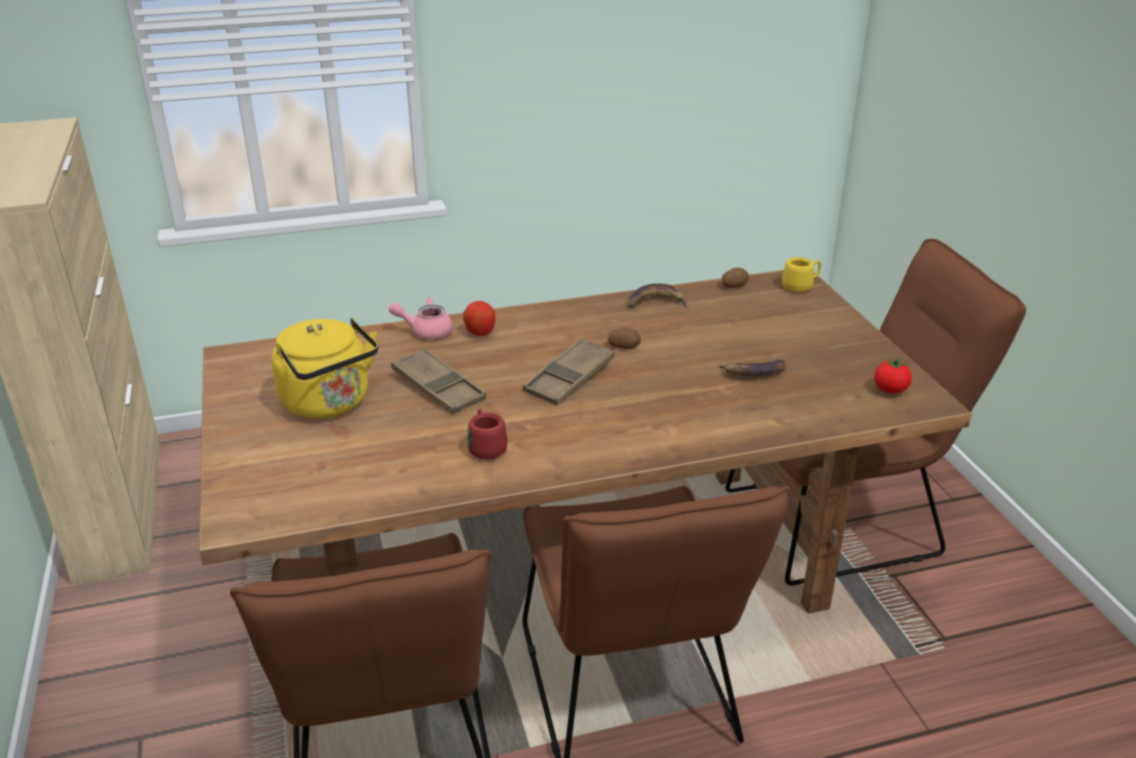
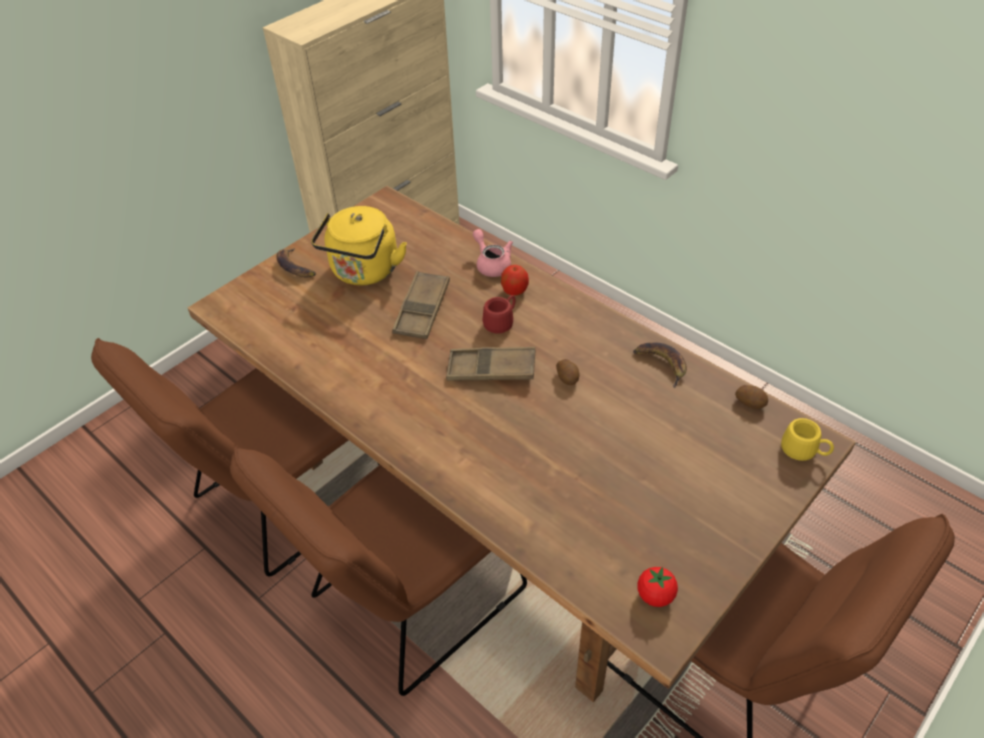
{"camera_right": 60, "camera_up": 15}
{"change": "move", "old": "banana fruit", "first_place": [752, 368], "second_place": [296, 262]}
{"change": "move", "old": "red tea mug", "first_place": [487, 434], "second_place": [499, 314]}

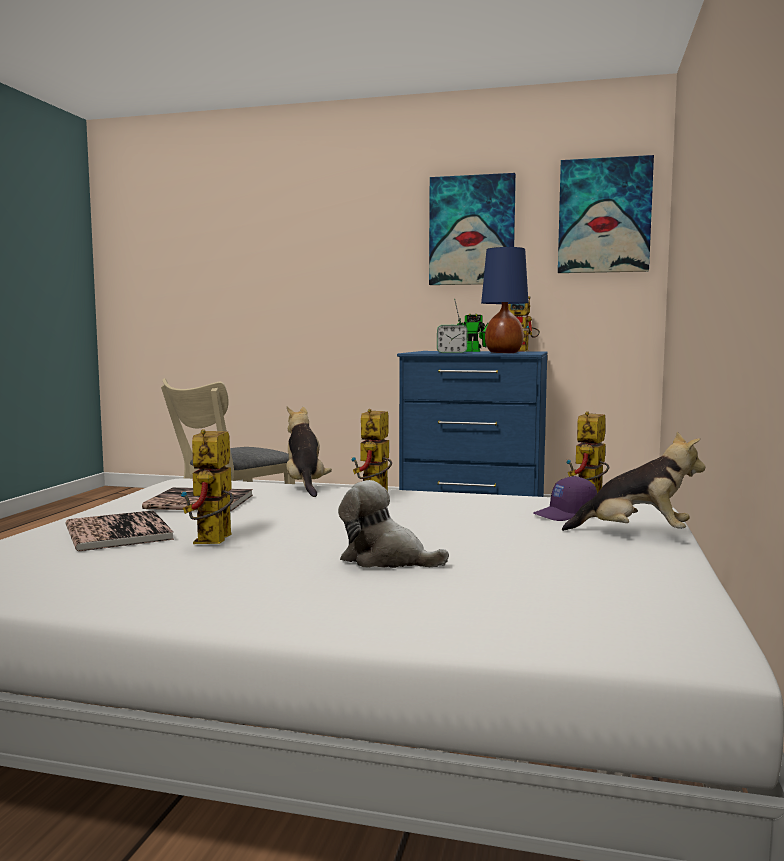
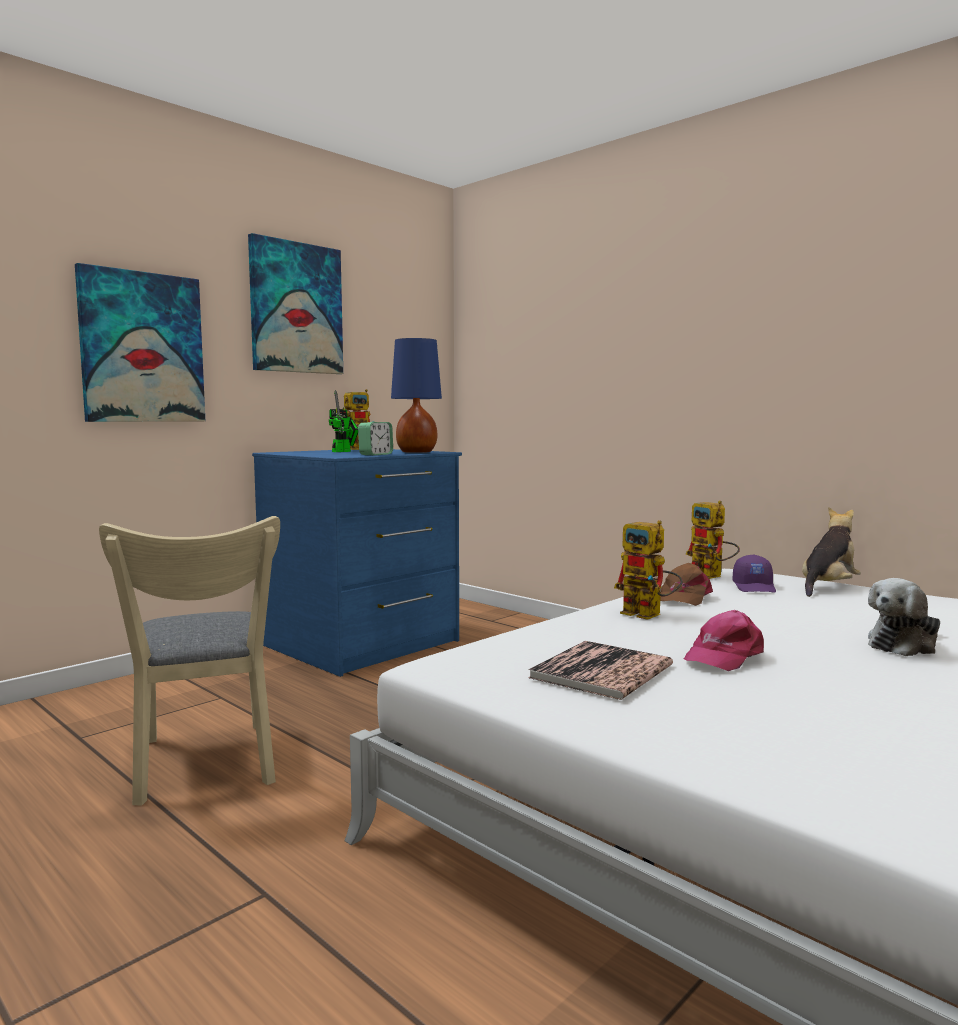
{"camera_right": -60, "camera_up": 0}
{"change": "move", "old": "wall picture", "first_place": [606, 214], "second_place": [140, 342]}
{"change": "insert", "new": "brown baseball cap", "second_place": [686, 584]}
{"change": "insert", "new": "pinkish baseball cap", "second_place": [724, 640]}
{"change": "delete", "old": "volume", "first_place": [120, 530]}
{"change": "delete", "old": "model robot", "first_place": [207, 486]}
{"change": "delete", "old": "soft toy", "first_place": [309, 452]}

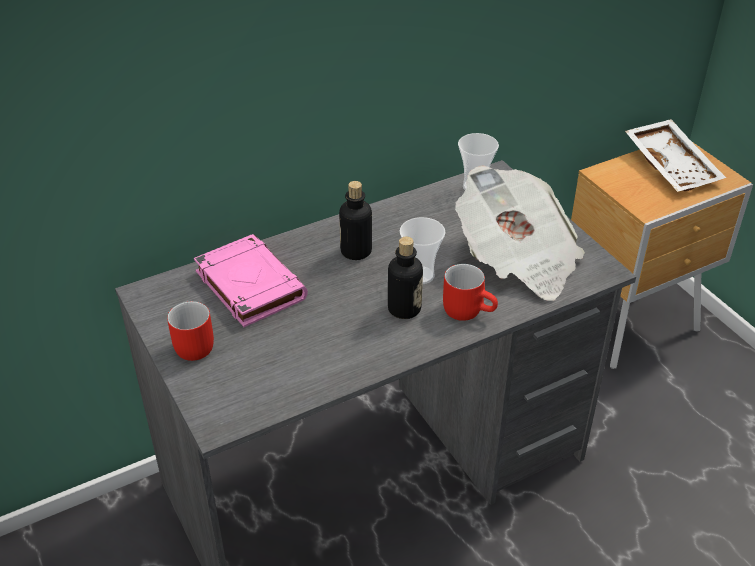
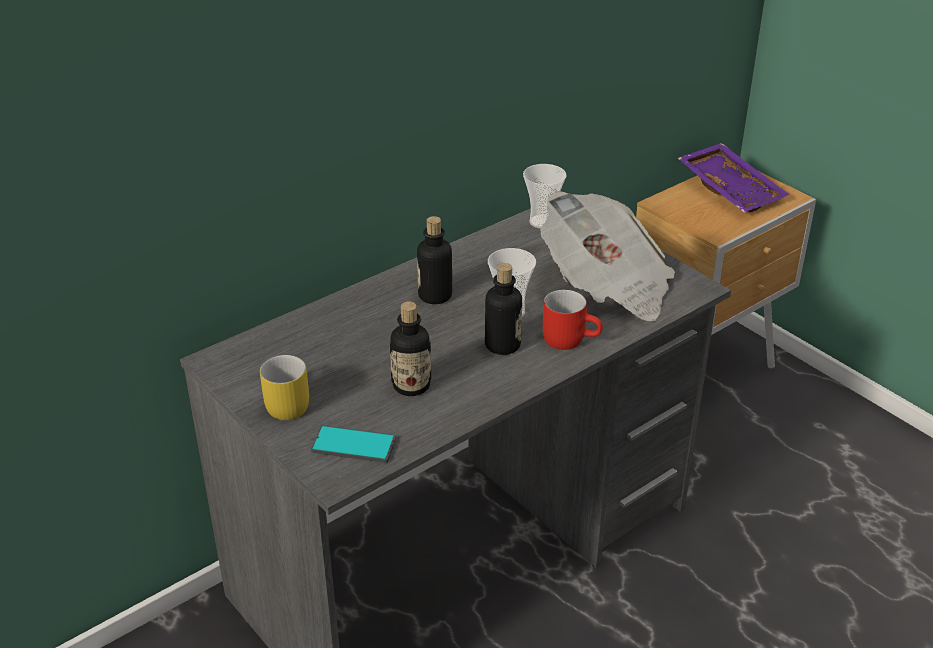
{"camera_right": -10, "camera_up": -5}
{"change": "recolor", "old": "red tea mug", "new": "yellowish tea mug", "first_place": [190, 331], "second_place": [284, 387]}
{"change": "insert", "new": "telephone", "second_place": [353, 444]}
{"change": "insert", "new": "beverage bottle", "second_place": [410, 348]}
{"change": "recolor", "old": "whitish tray", "new": "purple-coloured tray", "first_place": [675, 155], "second_place": [734, 178]}
{"change": "delete", "old": "pinkish volume", "first_place": [251, 280]}

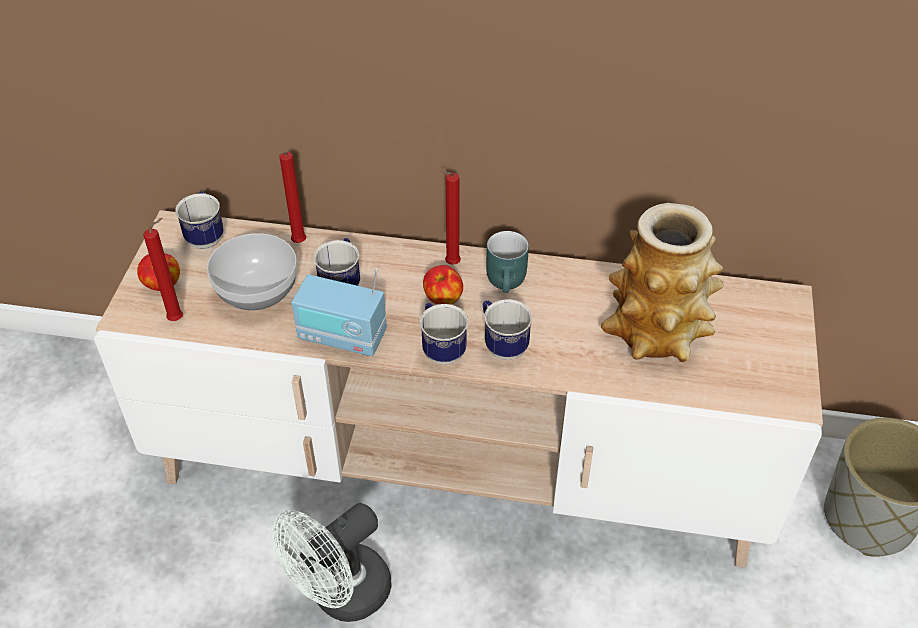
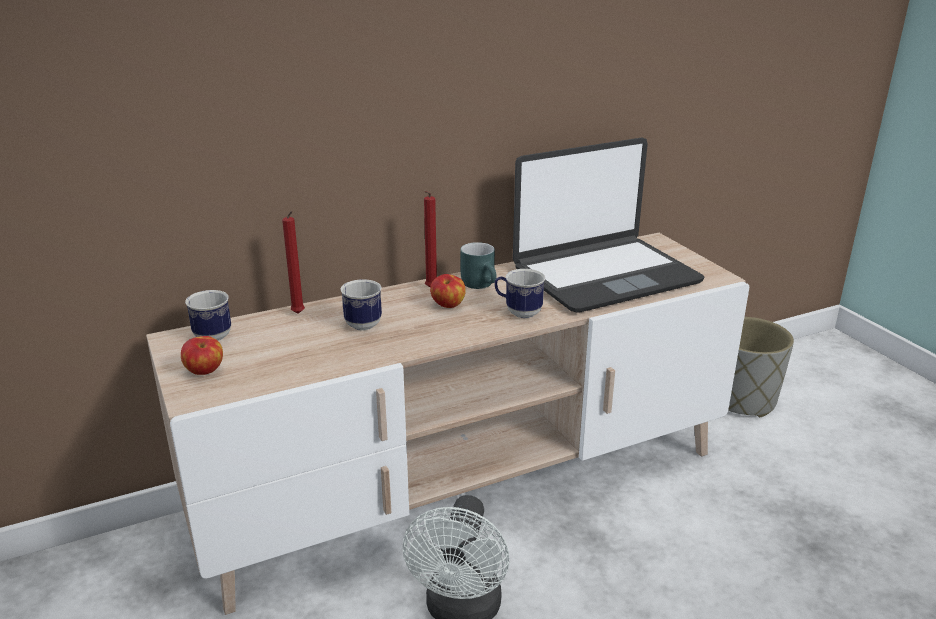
{"camera_right": -35, "camera_up": -20}
{"change": "replace", "old": "flower vase", "new": "laptop", "first_place": [662, 282], "second_place": [609, 225]}
{"change": "delete", "old": "red wax candle", "first_place": [163, 269]}
{"change": "delete", "old": "bowl", "first_place": [252, 271]}
{"change": "delete", "old": "radio receiver", "first_place": [339, 312]}
{"change": "delete", "old": "tea mug", "first_place": [444, 334]}

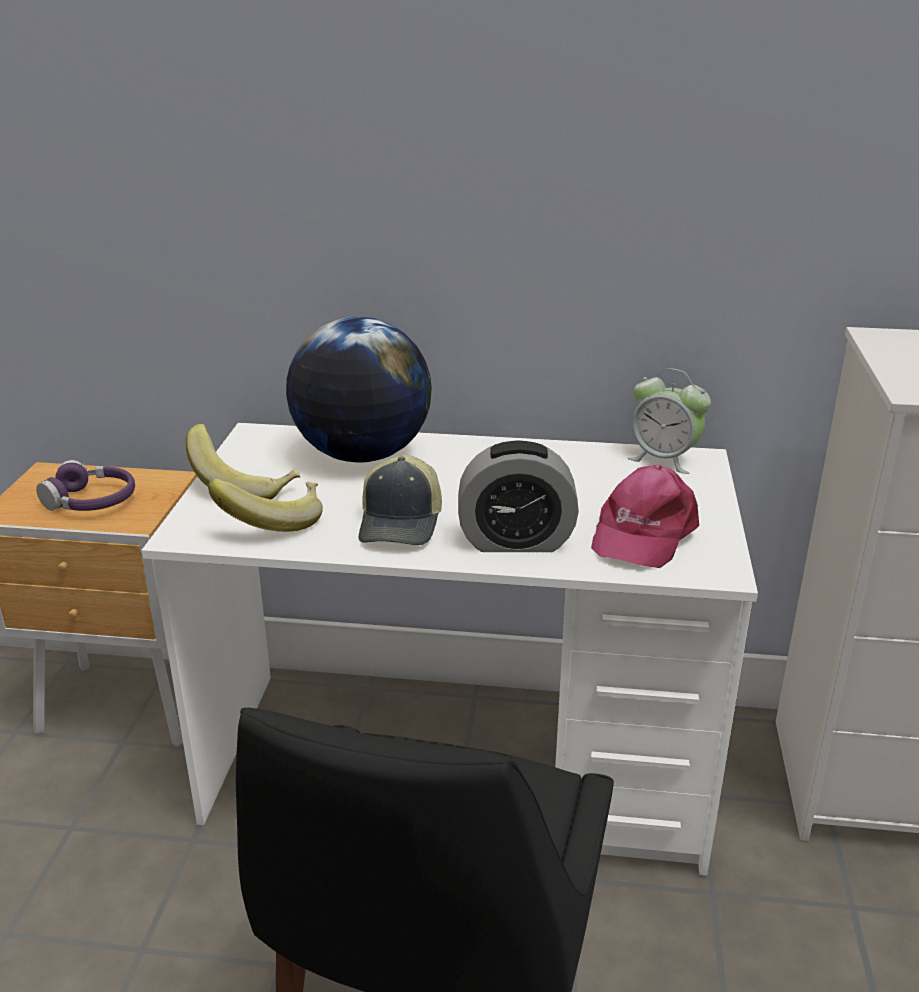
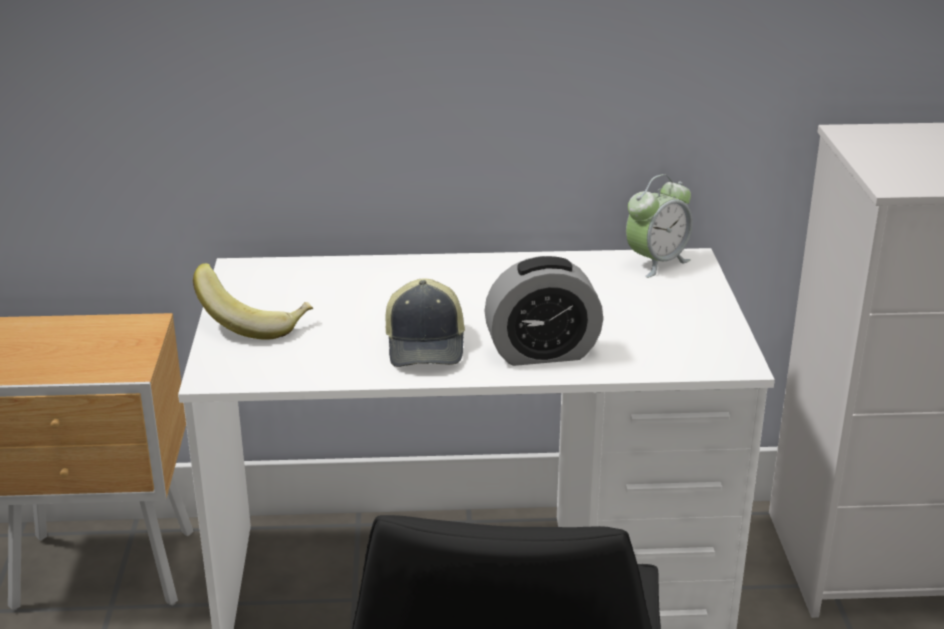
{"camera_right": -10, "camera_up": 0}
{"change": "rotate", "old": "table clock", "first_place": [669, 421], "second_place": [659, 226], "degrees": -60}
{"change": "delete", "old": "purple-coloured pair of headphones", "first_place": [85, 485]}
{"change": "delete", "old": "banana fruit", "first_place": [265, 505]}
{"change": "delete", "old": "globe", "first_place": [359, 390]}
{"change": "delete", "old": "pinkish baseball cap", "first_place": [645, 516]}

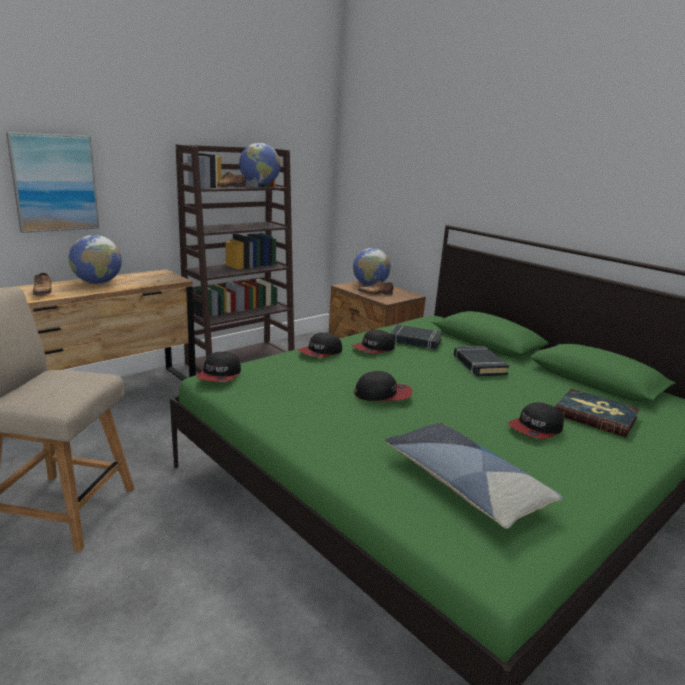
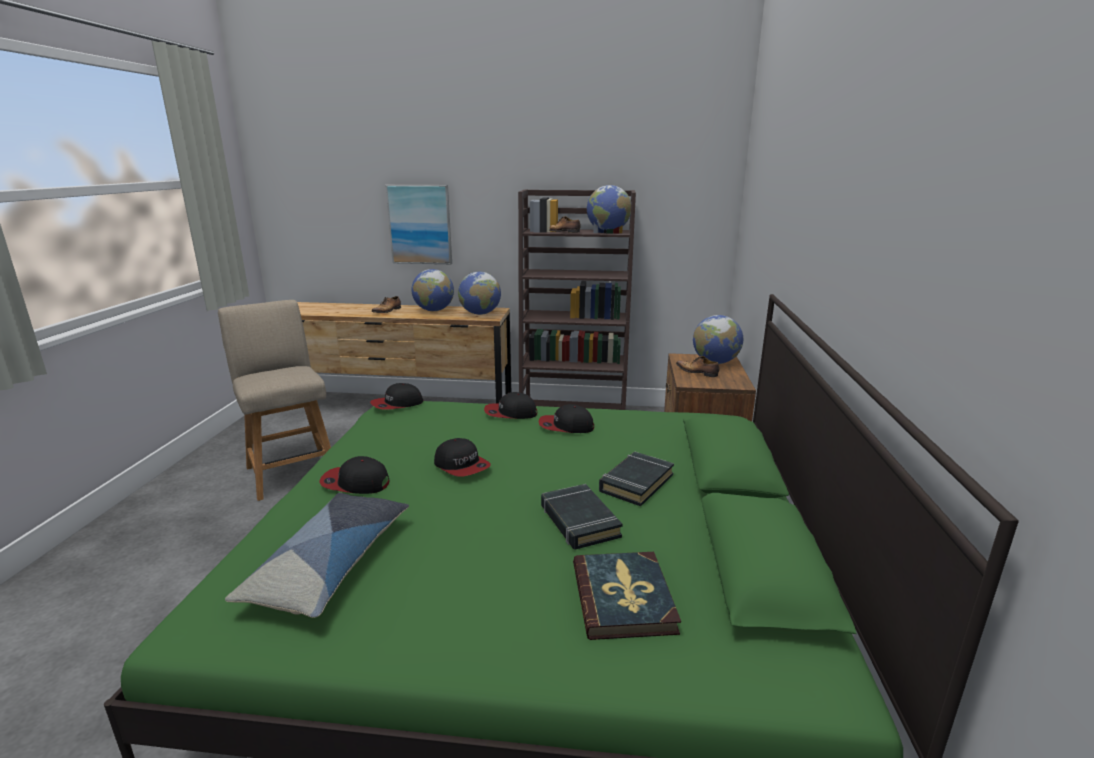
{"camera_right": 50, "camera_up": 0}
{"change": "move", "old": "baseball cap", "first_place": [536, 420], "second_place": [354, 475]}
{"change": "insert", "new": "globe", "second_place": [479, 293]}
{"change": "move", "old": "blackish volume", "first_place": [415, 337], "second_place": [582, 517]}

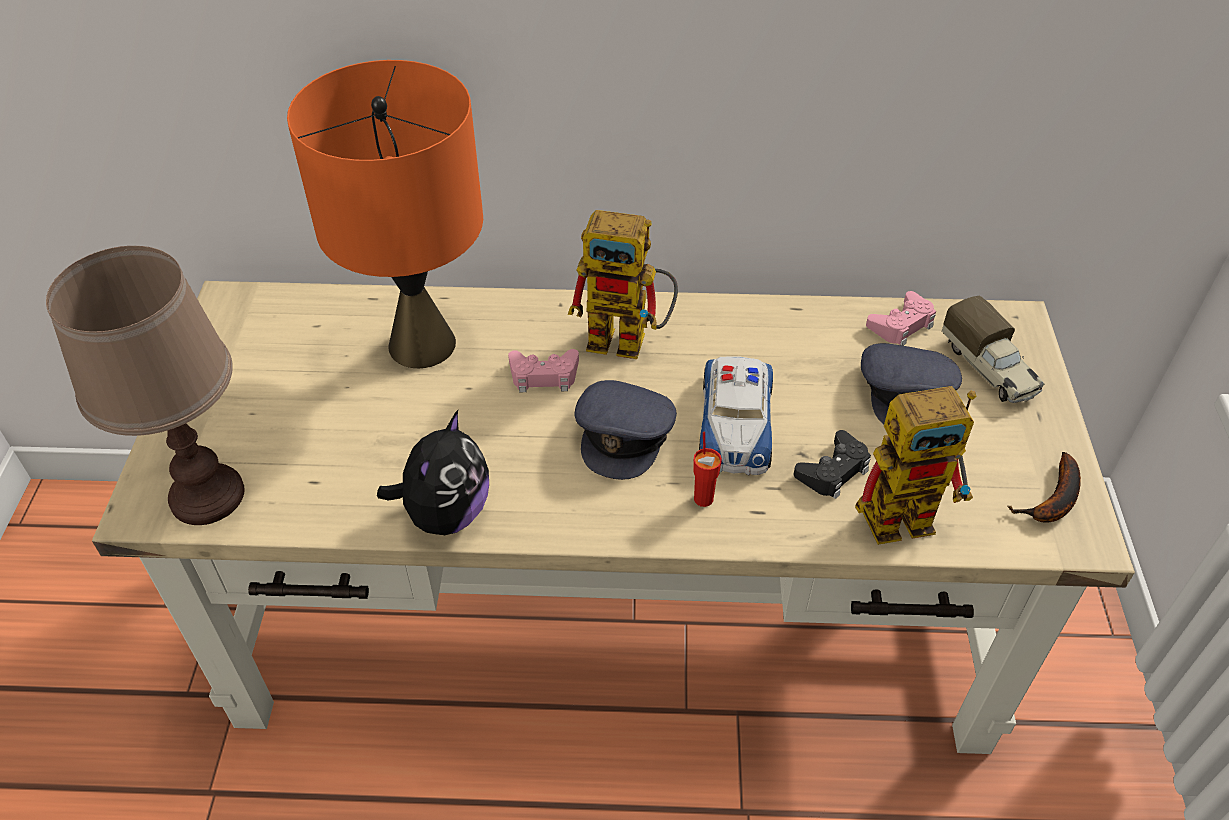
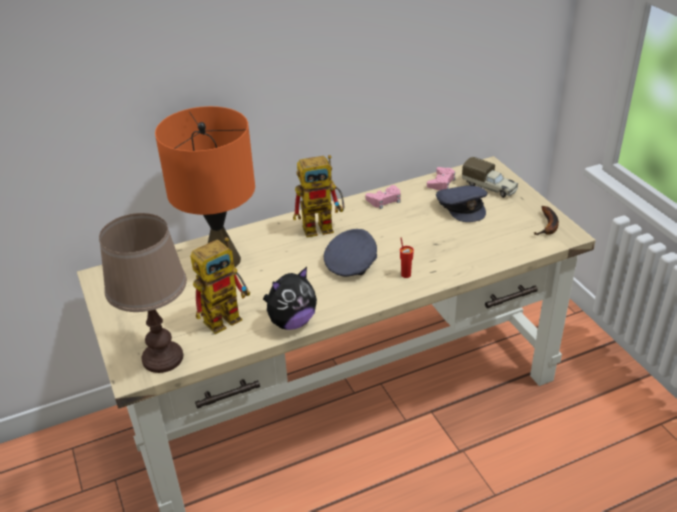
{"camera_right": -25, "camera_up": -10}
{"change": "move", "old": "model robot", "first_place": [916, 465], "second_place": [220, 285]}
{"change": "rotate", "old": "soft toy", "first_place": [433, 472], "second_place": [290, 298], "degrees": 60}
{"change": "rotate", "old": "grey baseball cap", "first_place": [625, 430], "second_place": [350, 253], "degrees": -135}
{"change": "move", "old": "pinkish game controller", "first_place": [543, 370], "second_place": [383, 197]}
{"change": "delete", "old": "toy car", "first_place": [736, 416]}
{"change": "delete", "old": "blackish game controller", "first_place": [832, 464]}

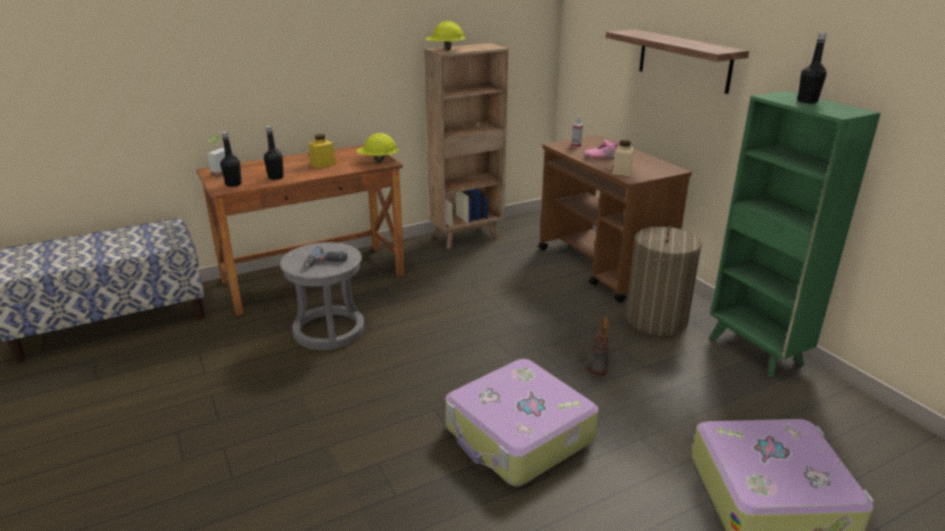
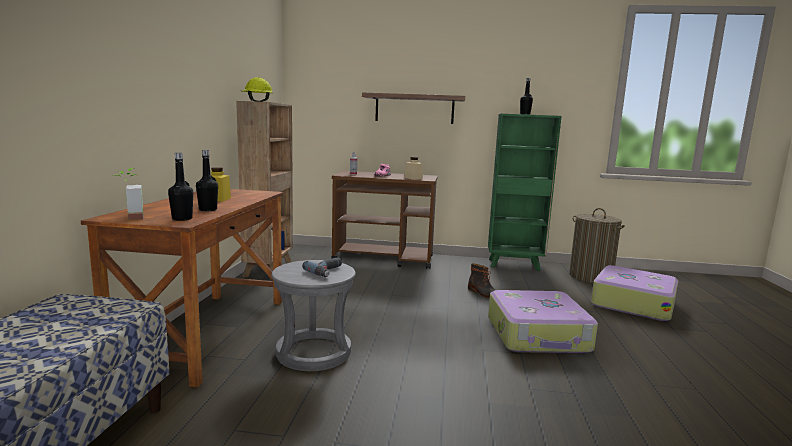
{"camera_right": -55, "camera_up": -15}
{"change": "move", "old": "washing basket", "first_place": [664, 280], "second_place": [597, 245]}
{"change": "delete", "old": "yellowish safety helmet", "first_place": [377, 148]}

